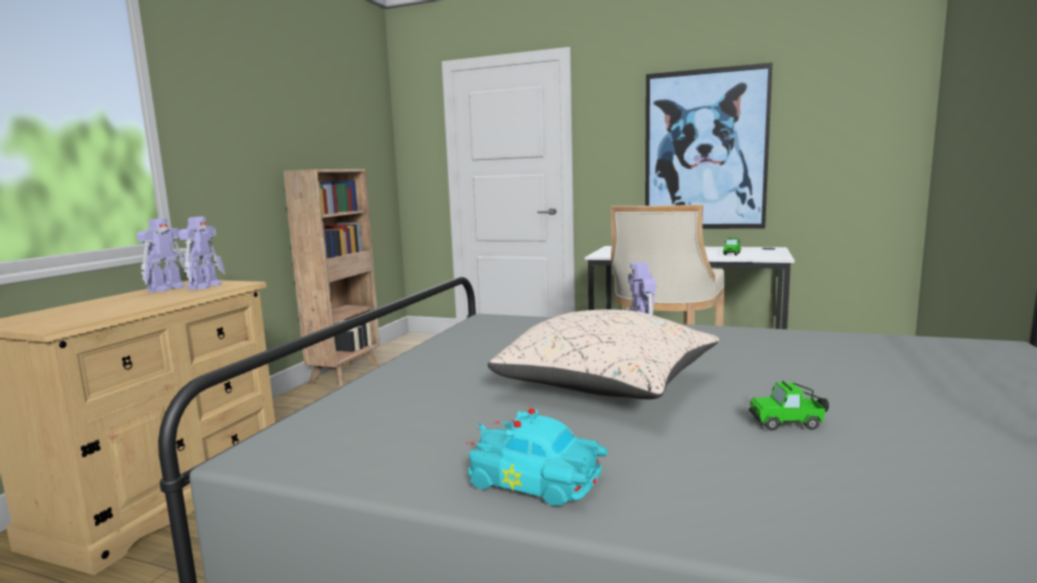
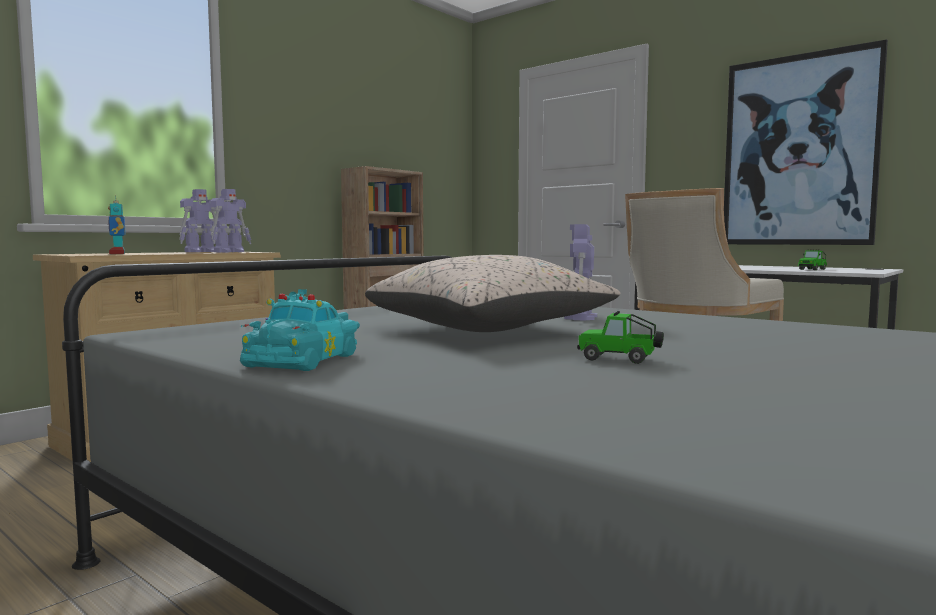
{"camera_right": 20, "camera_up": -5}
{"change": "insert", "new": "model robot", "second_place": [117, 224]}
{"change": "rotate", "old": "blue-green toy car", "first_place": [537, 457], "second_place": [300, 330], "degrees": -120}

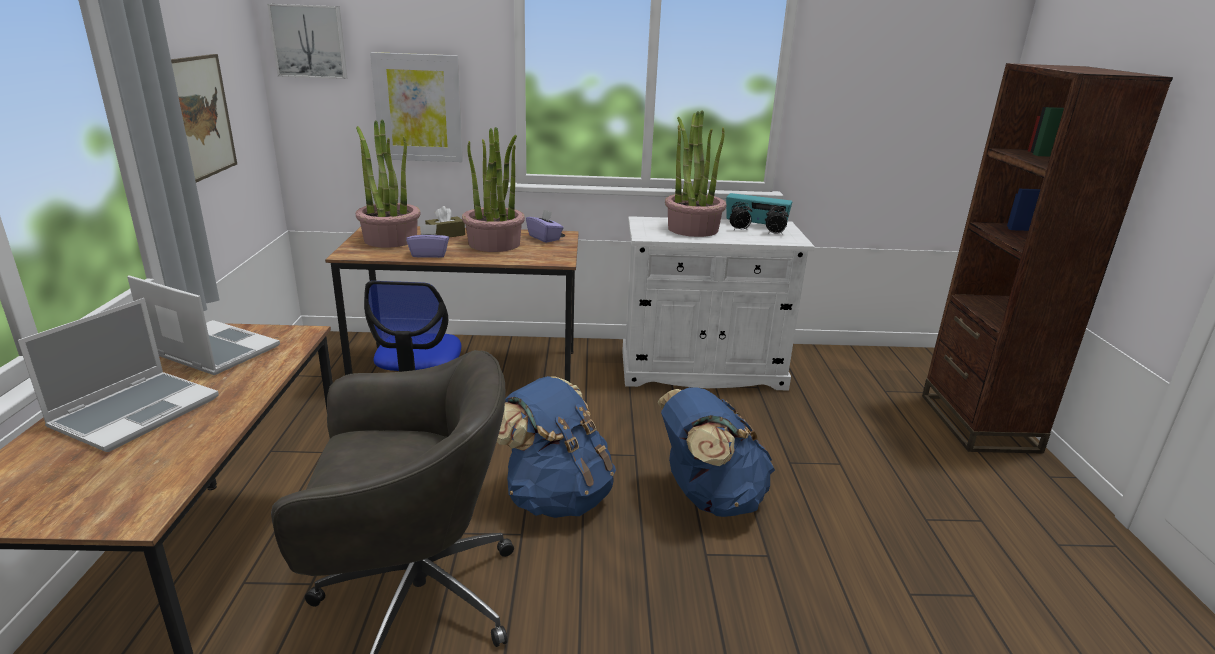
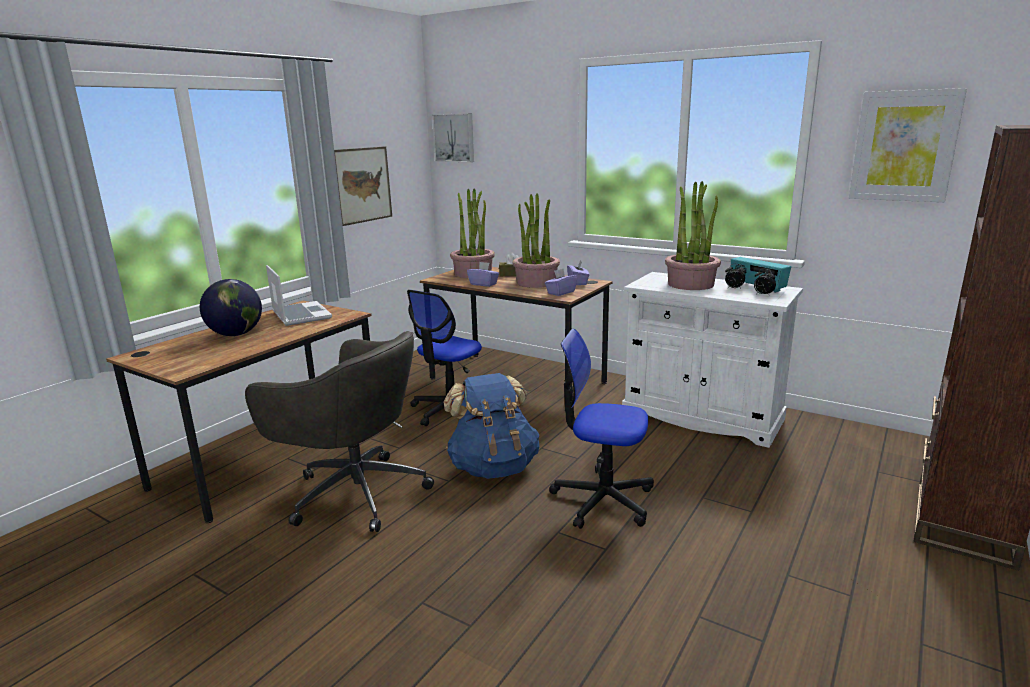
{"camera_right": 35, "camera_up": -5}
{"change": "replace", "old": "laptop", "new": "globe", "first_place": [118, 375], "second_place": [231, 307]}
{"change": "insert", "new": "purple-coloured tissue box", "second_place": [561, 282]}
{"change": "replace", "old": "blue-coloured knapsack", "new": "office chair", "first_place": [716, 452], "second_place": [601, 429]}
{"change": "move", "old": "wall picture", "first_place": [416, 107], "second_place": [908, 145]}

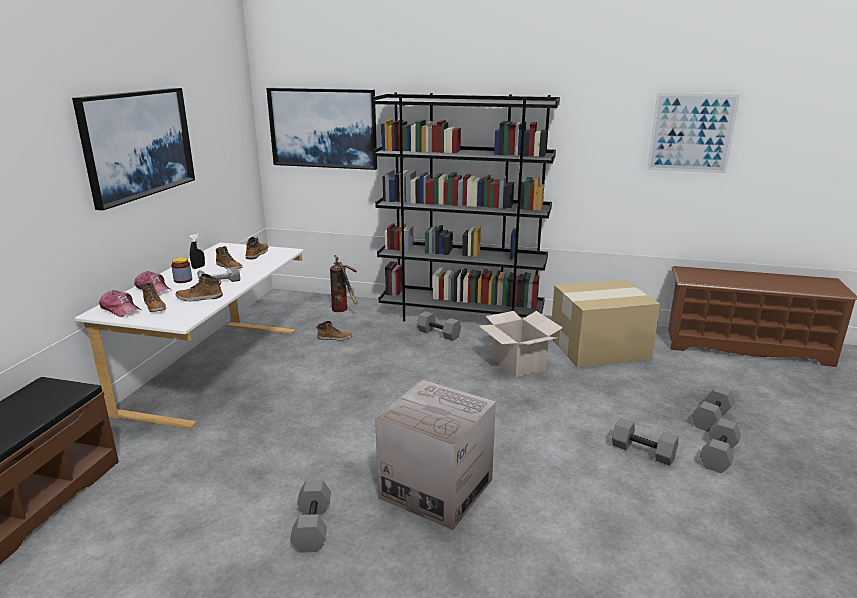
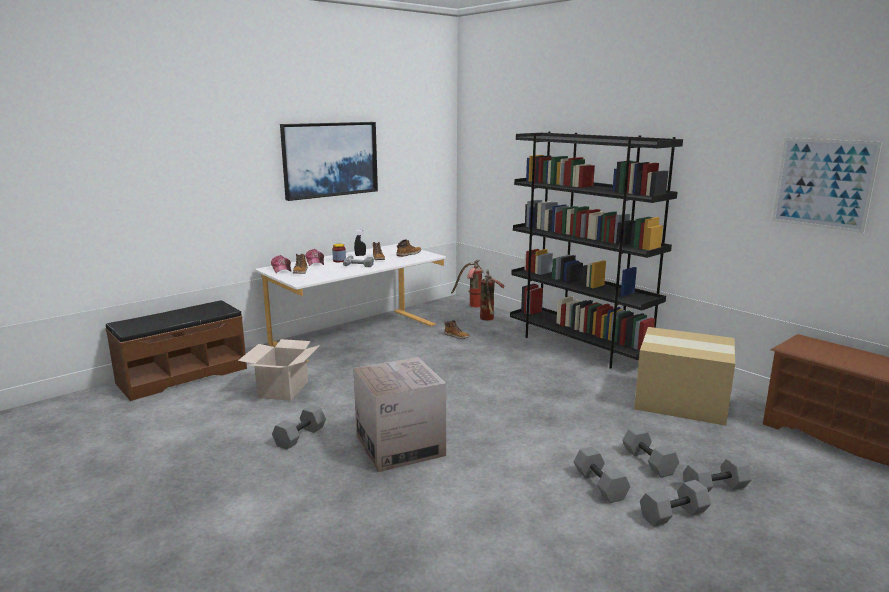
{"camera_right": 35, "camera_up": -5}
{"change": "move", "old": "carton", "first_place": [520, 344], "second_place": [279, 370]}
{"change": "insert", "new": "extinguisher", "second_place": [467, 284]}
{"change": "move", "old": "grey hand weight", "first_place": [439, 326], "second_place": [650, 452]}
{"change": "delete", "old": "boot", "first_place": [199, 287]}
{"change": "delete", "old": "wall picture", "first_place": [321, 129]}

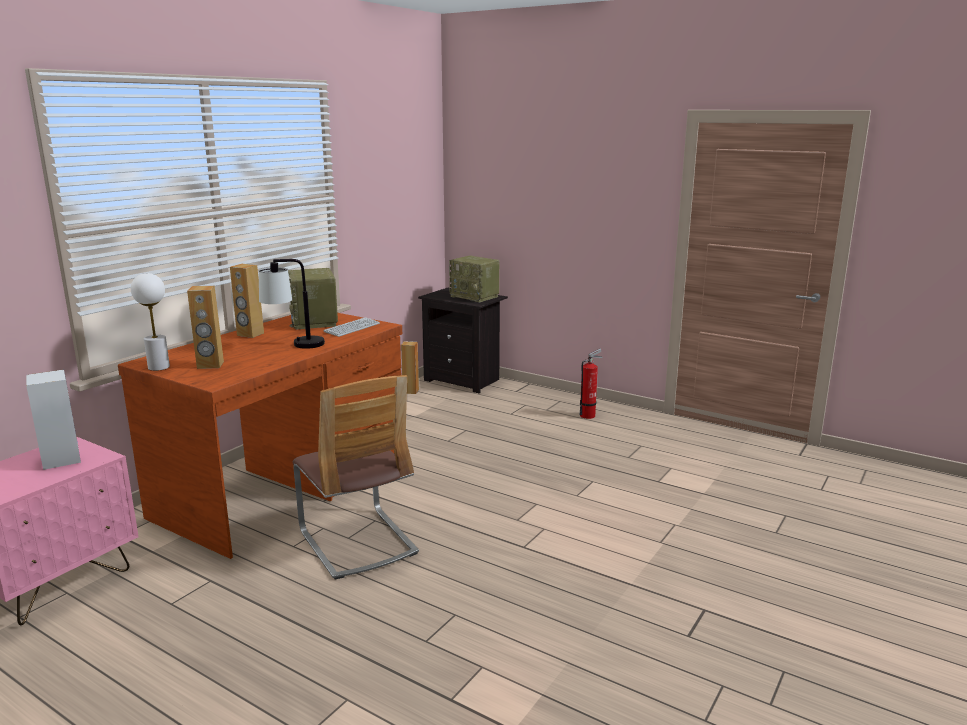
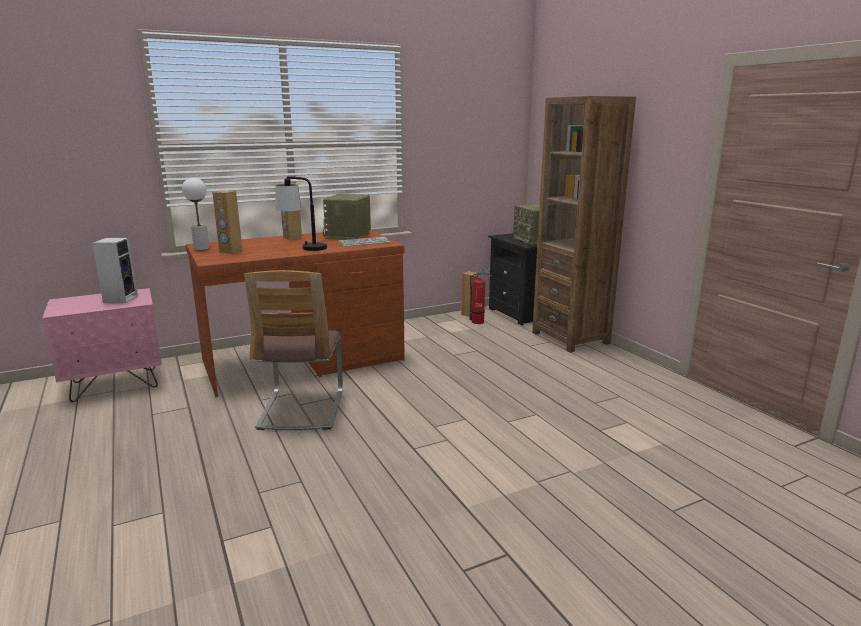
{"camera_right": 30, "camera_up": 0}
{"change": "move", "old": "extinguisher", "first_place": [591, 383], "second_place": [480, 296]}
{"change": "insert", "new": "brown shelving unit", "second_place": [584, 224]}

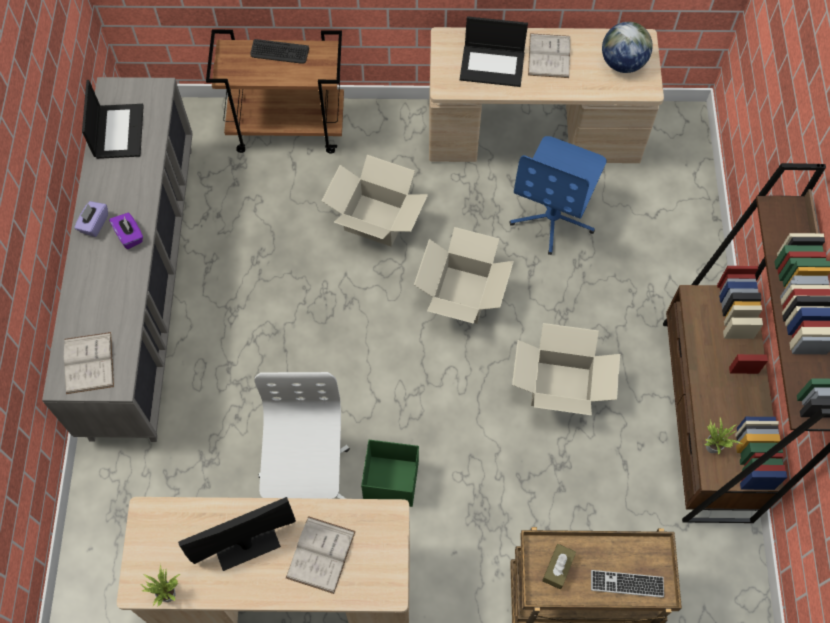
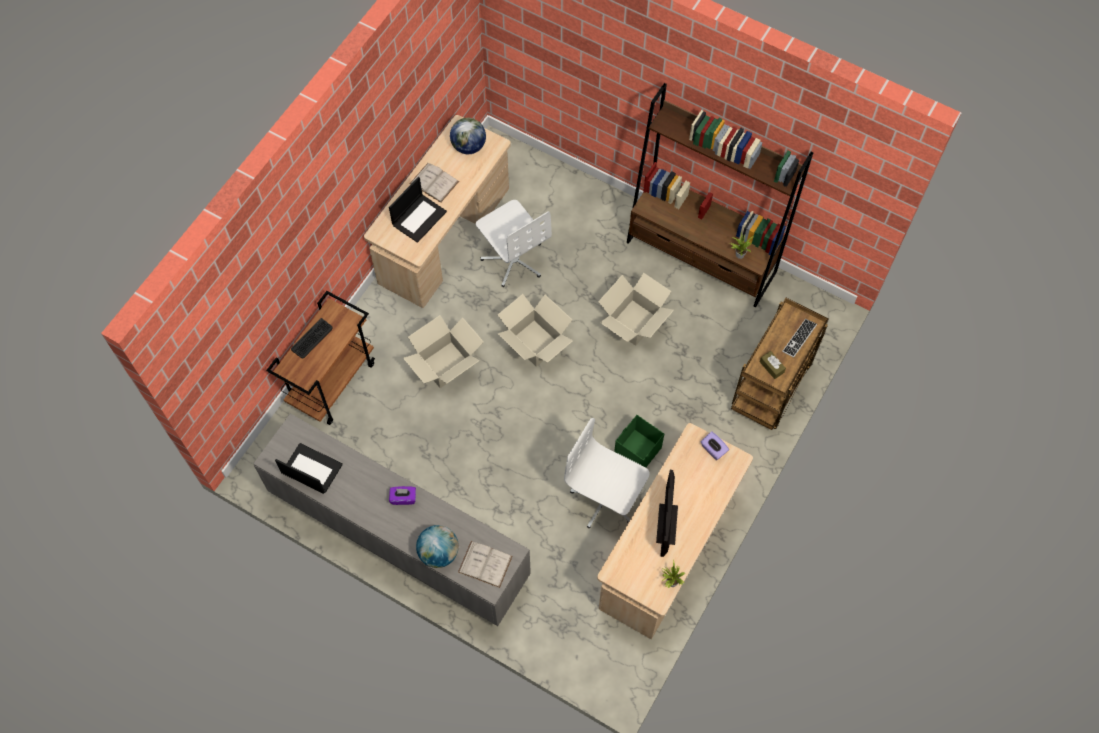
{"camera_right": -60, "camera_up": 0}
{"change": "insert", "new": "globe", "second_place": [437, 546]}
{"change": "recolor", "old": "blue-coloured office chair", "new": "whitish office chair", "first_place": [558, 195], "second_place": [513, 243]}
{"change": "move", "old": "purple-coloured tissue box", "first_place": [91, 219], "second_place": [714, 445]}
{"change": "delete", "old": "whitish volume", "first_place": [321, 555]}

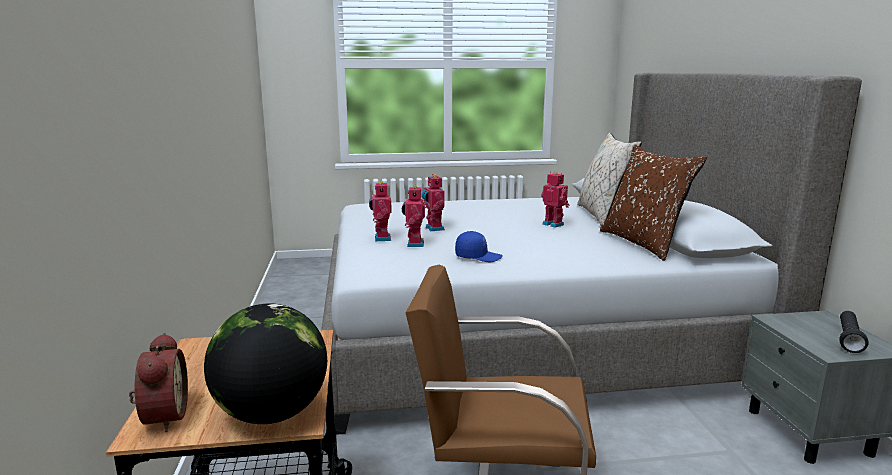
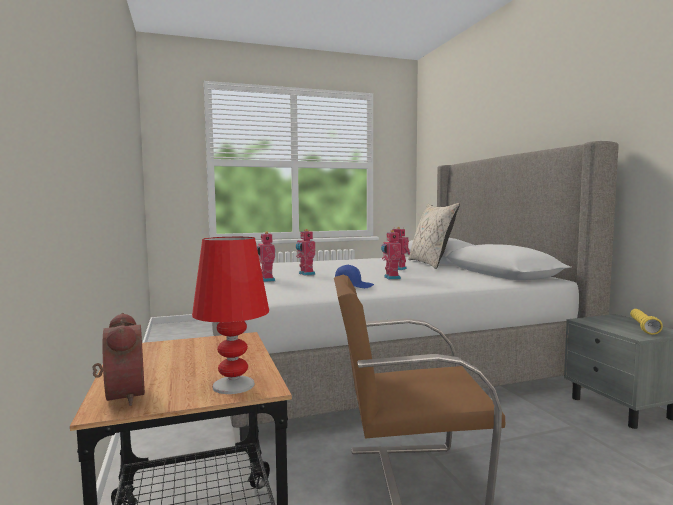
{"camera_right": -10, "camera_up": -10}
{"change": "replace", "old": "globe", "new": "red table lamp", "first_place": [265, 364], "second_place": [230, 315]}
{"change": "move", "old": "model robot", "first_place": [413, 216], "second_place": [391, 254]}
{"change": "recolor", "old": "blackish flashlight", "new": "yellowish flashlight", "first_place": [853, 332], "second_place": [646, 322]}
{"change": "delete", "old": "brown cushion", "first_place": [653, 203]}

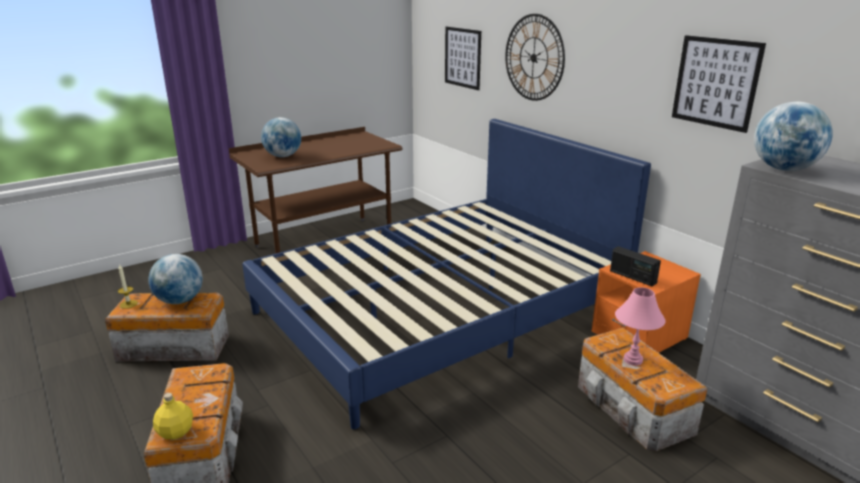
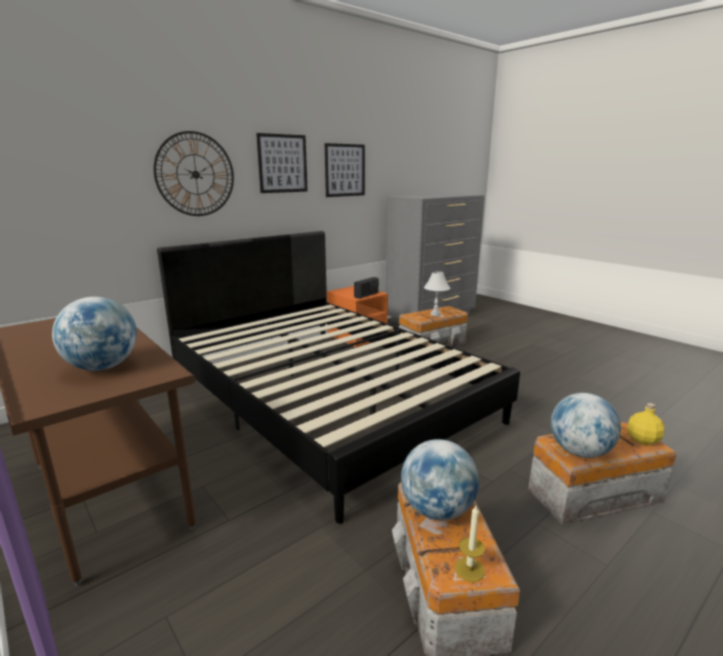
{"camera_right": -95, "camera_up": -5}
{"change": "recolor", "old": "blue-coloured bedroom bed", "new": "blackish bedroom bed", "first_place": [446, 274], "second_place": [338, 377]}
{"change": "move", "old": "wall picture", "first_place": [463, 58], "second_place": [282, 163]}
{"change": "recolor", "old": "pinkish table lamp", "new": "whitish table lamp", "first_place": [640, 326], "second_place": [437, 293]}
{"change": "move", "old": "globe", "first_place": [793, 136], "second_place": [586, 425]}

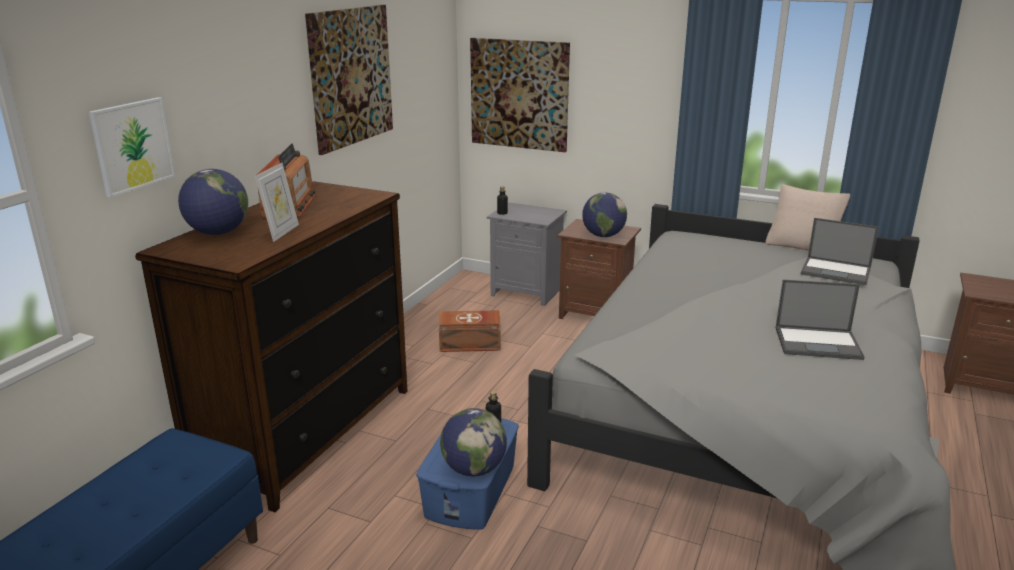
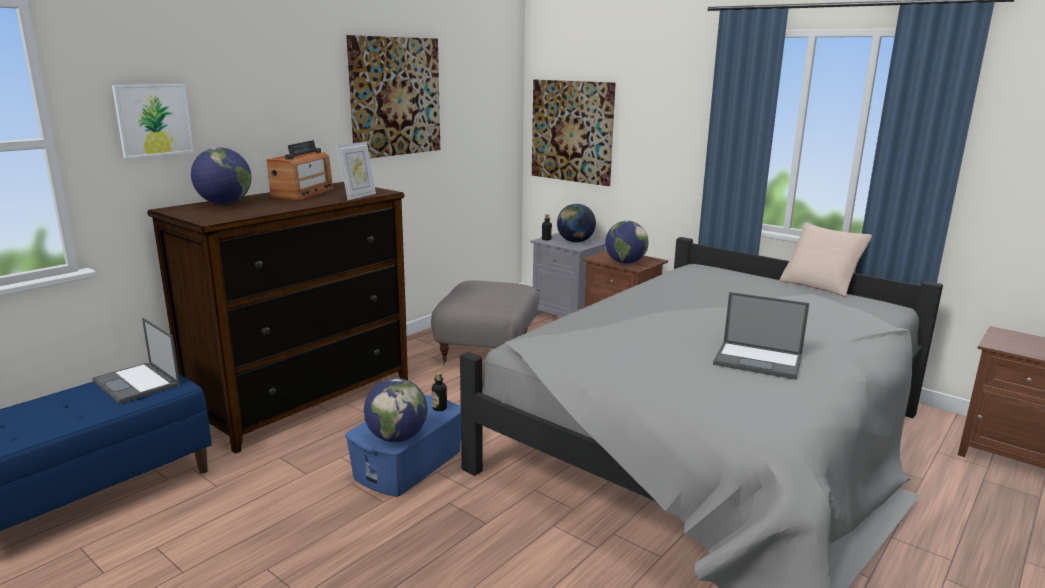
{"camera_right": 15, "camera_up": -5}
{"change": "move", "old": "laptop", "first_place": [840, 251], "second_place": [136, 361]}
{"change": "move", "old": "photo frame", "first_place": [277, 202], "second_place": [356, 170]}
{"change": "replace", "old": "brown storage box", "new": "grey ottoman", "first_place": [470, 331], "second_place": [485, 322]}
{"change": "insert", "new": "globe", "second_place": [576, 223]}

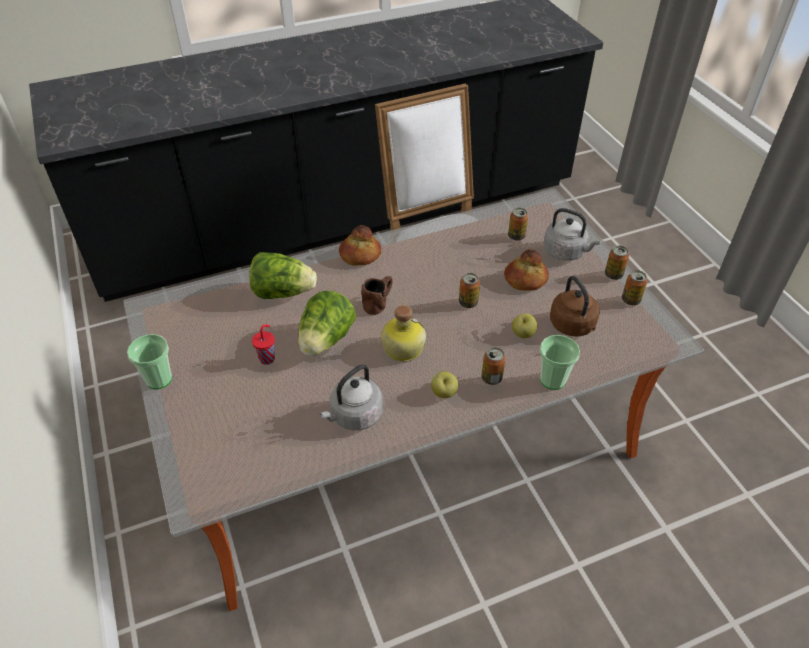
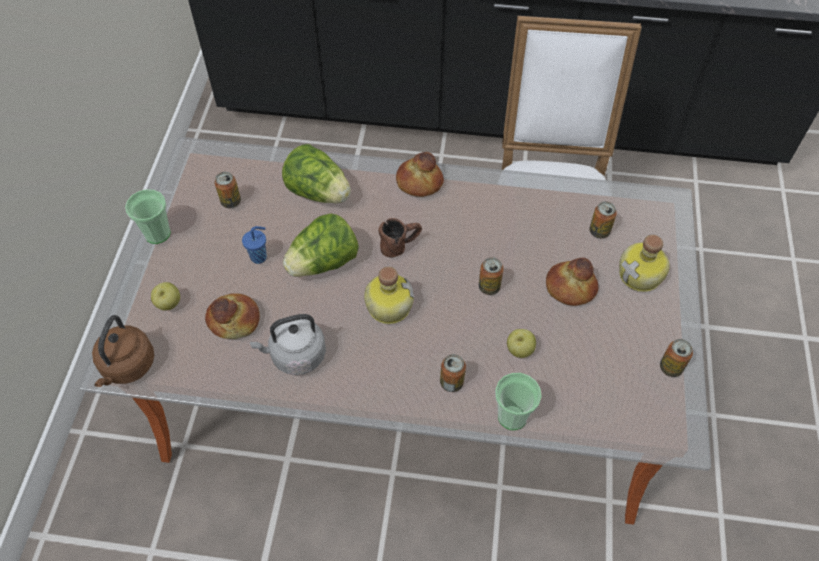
{"camera_right": 30, "camera_up": 10}
{"change": "move", "old": "brown tea kettle", "first_place": [575, 306], "second_place": [123, 351]}
{"change": "move", "old": "apple", "first_place": [444, 384], "second_place": [165, 296]}
{"change": "insert", "new": "baked bread", "second_place": [232, 316]}
{"change": "move", "old": "can", "first_place": [617, 263], "second_place": [228, 190]}
{"change": "recolor", "old": "red drinking cup", "new": "blue-coloured drinking cup", "first_place": [263, 345], "second_place": [254, 245]}
{"change": "replace", "old": "grey tea kettle", "new": "beverage bottle", "first_place": [572, 234], "second_place": [644, 263]}

